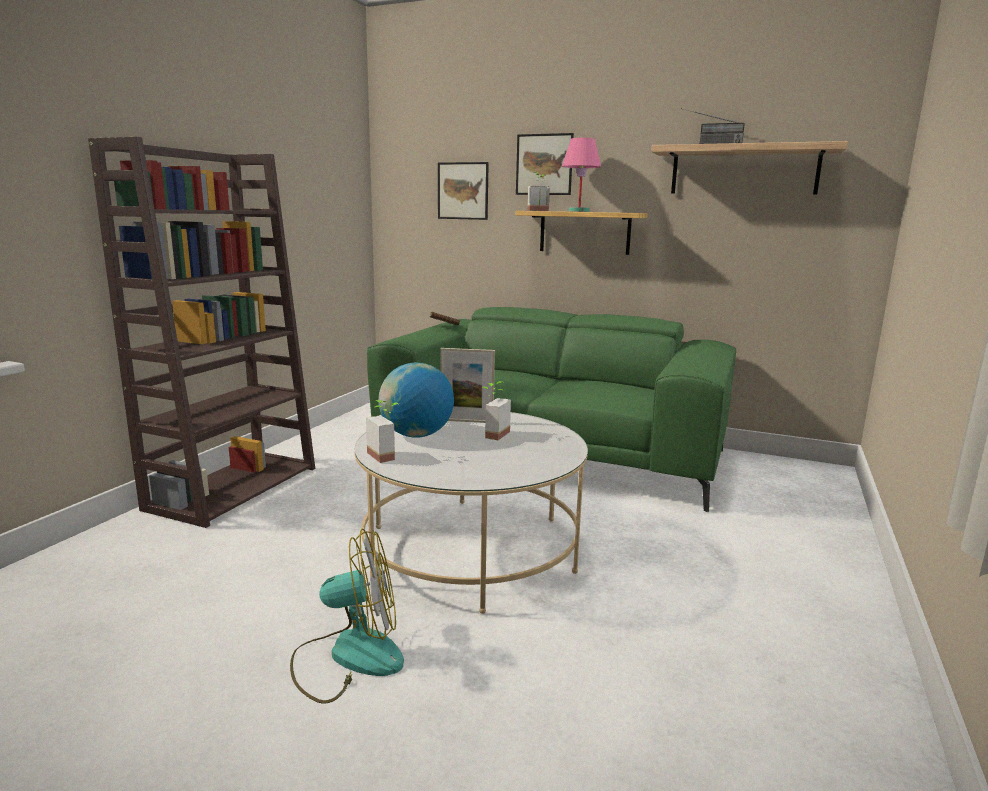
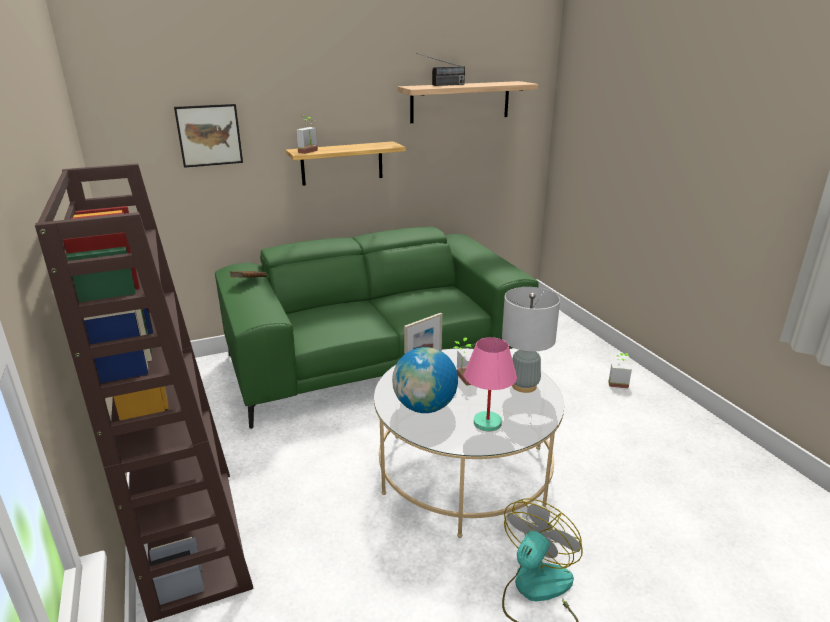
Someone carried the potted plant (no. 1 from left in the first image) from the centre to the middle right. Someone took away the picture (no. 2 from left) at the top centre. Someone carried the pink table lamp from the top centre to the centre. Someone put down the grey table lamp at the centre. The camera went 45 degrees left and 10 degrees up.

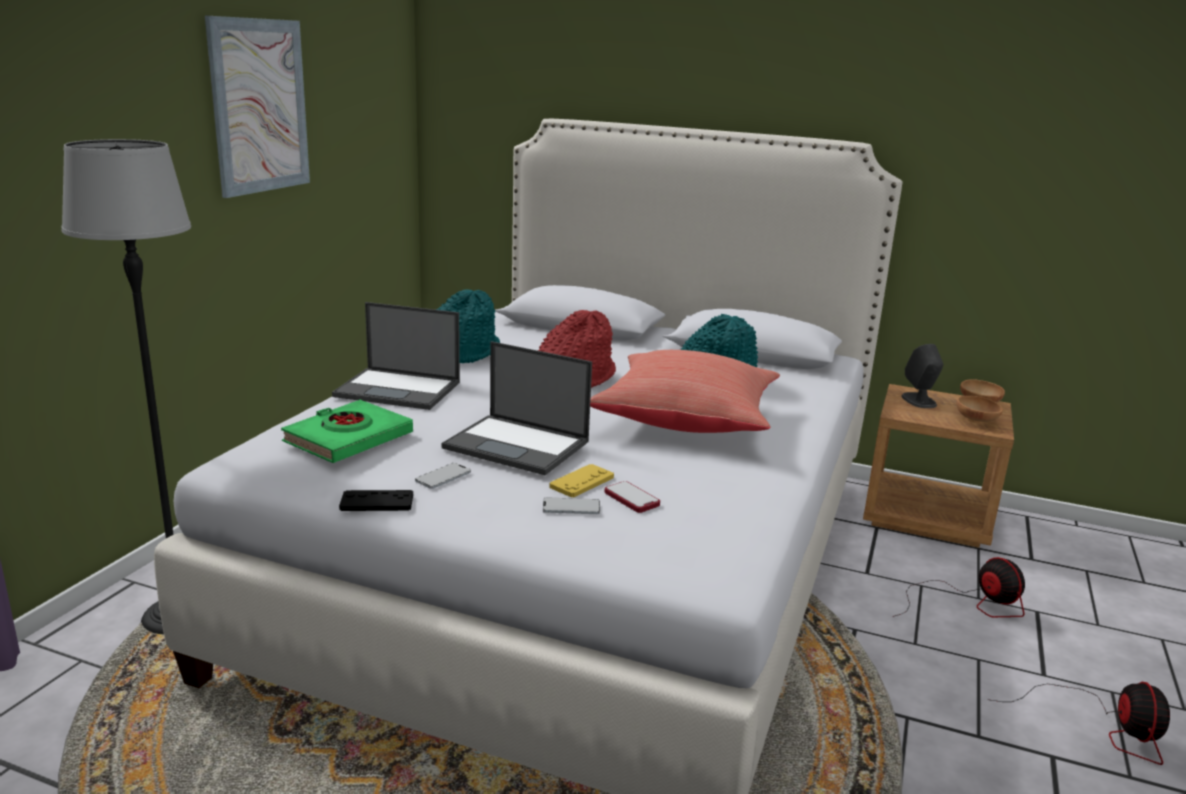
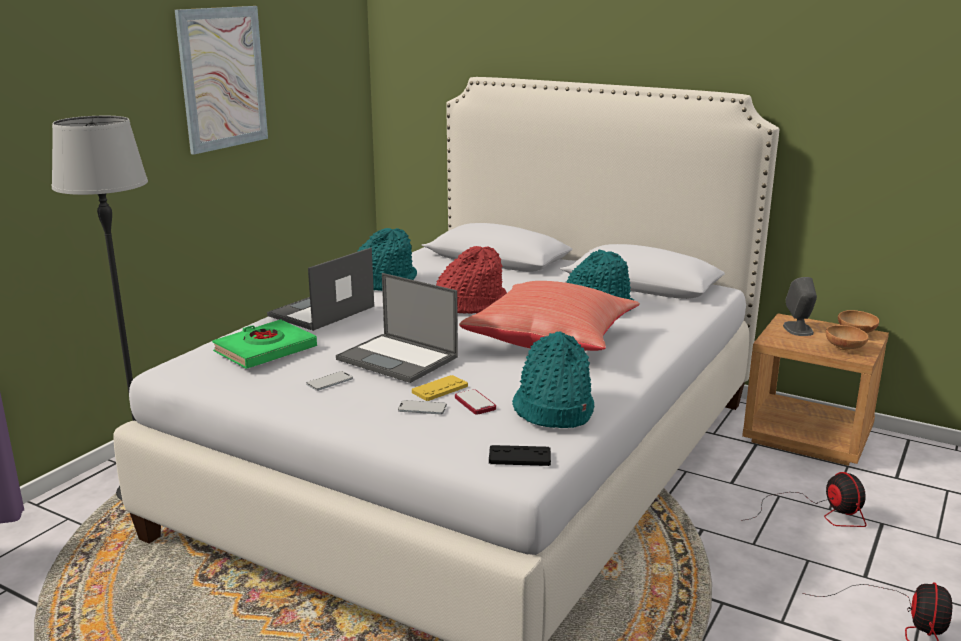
Someone rotated the laptop (no. 1 from left) at the centre by 105 degrees clockwise. Someone carried the black game controller from the middle left to the bottom centre. Someone put down the turquoise hat (no. 2 from left) at the centre. The camera went 10 degrees right and 0 degrees up.

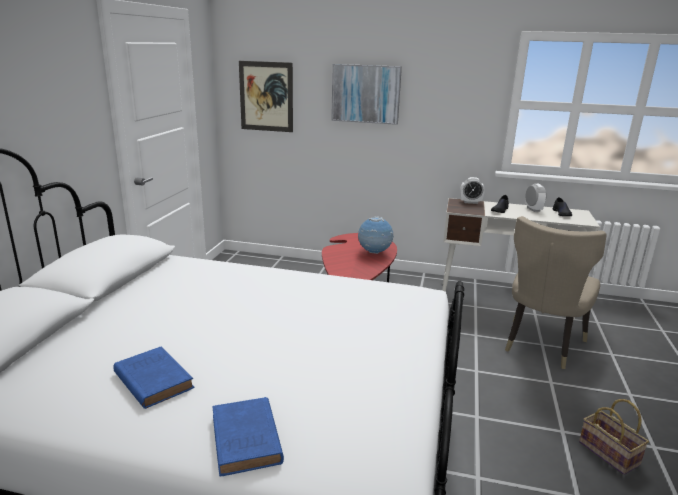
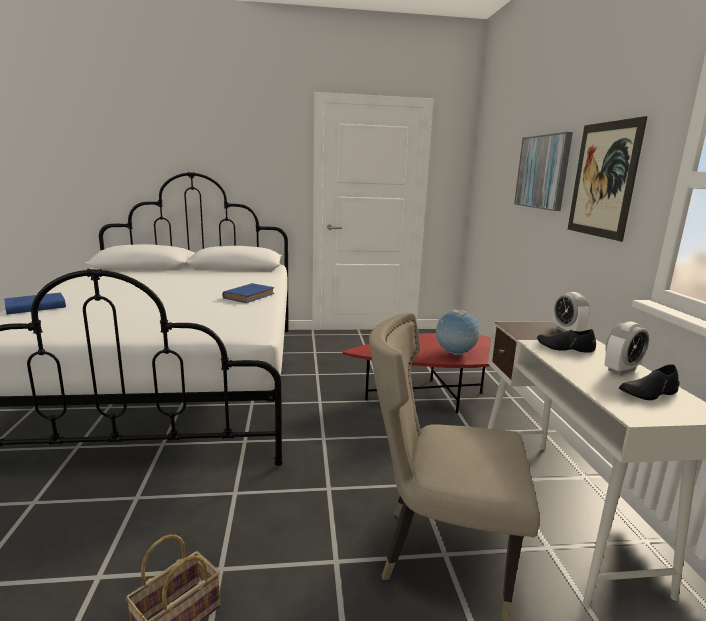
Someone carried the blue book (no. 1 from left in the first image) from the bottom left to the centre. Someone carried the picture (no. 1 from left in the first image) from the top centre to the top right. The camera went 70 degrees right and 5 degrees down.

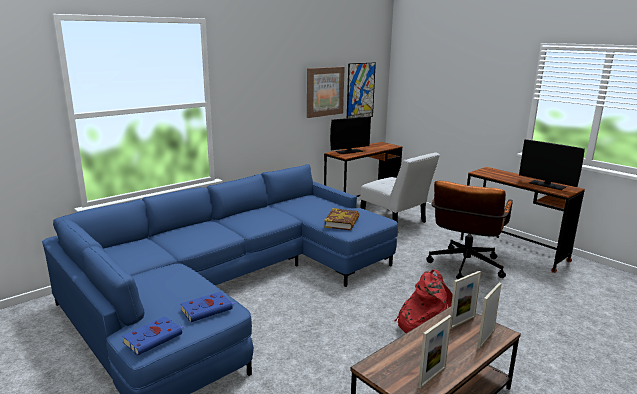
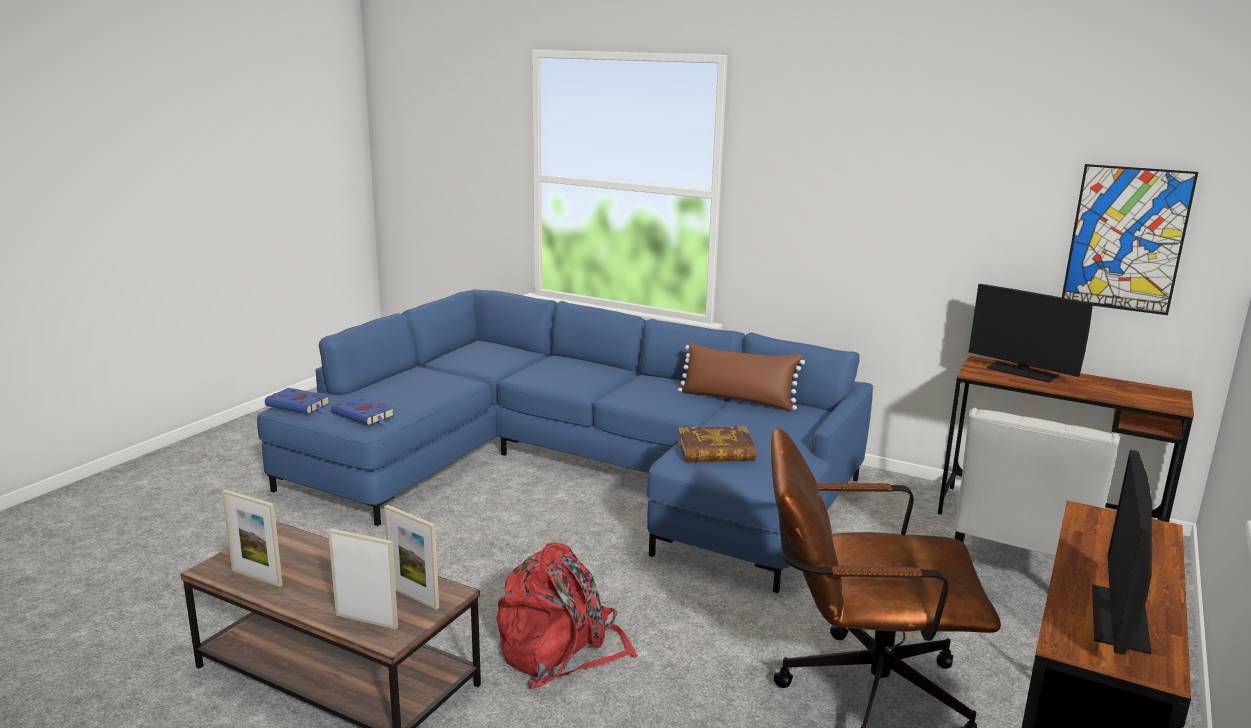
Someone took away the picture (no. 1 from left) at the top centre. Someone put down the brown pillow at the centre. The camera went 70 degrees right and 0 degrees up.

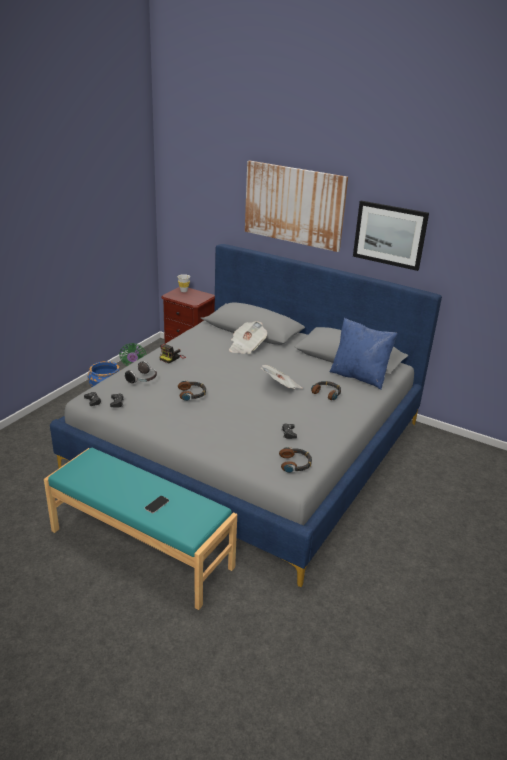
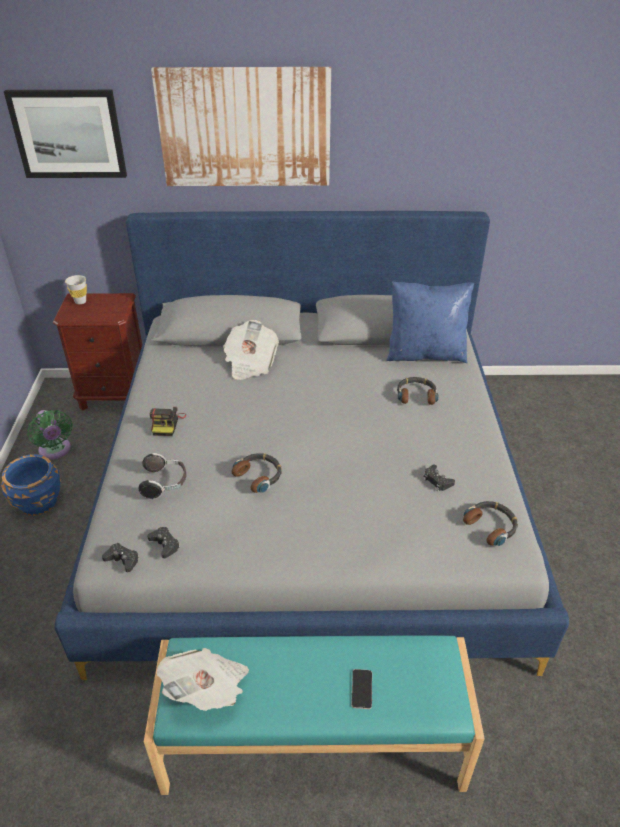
Someone carried the newspaper (no. 2 from left in the first image) from the centre to the bottom left. Someone carried the picture (no. 2 from left in the first image) from the top right to the top left. The camera went 30 degrees left and 10 degrees up.

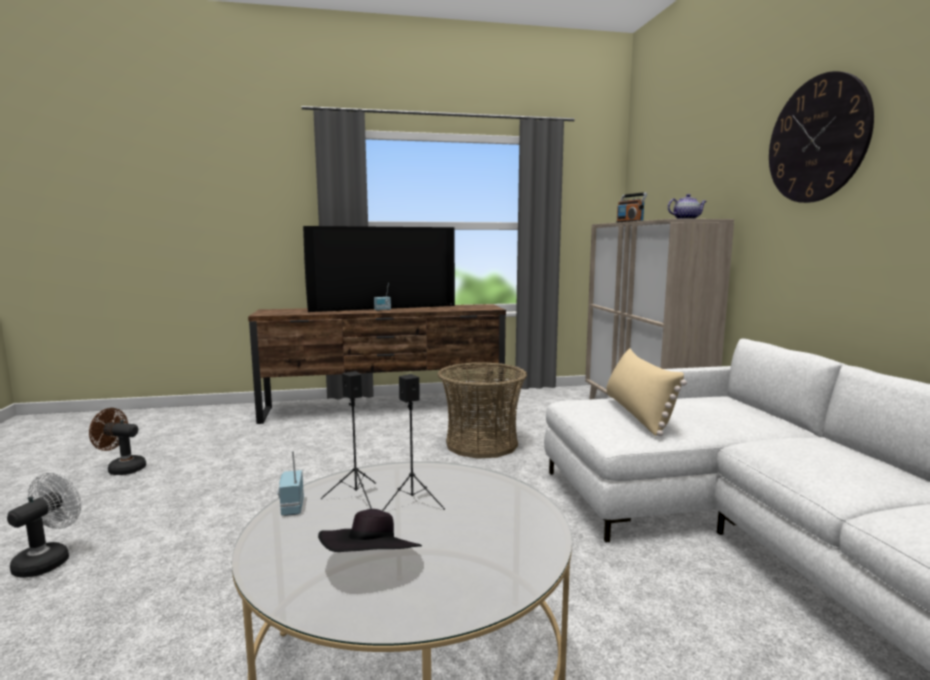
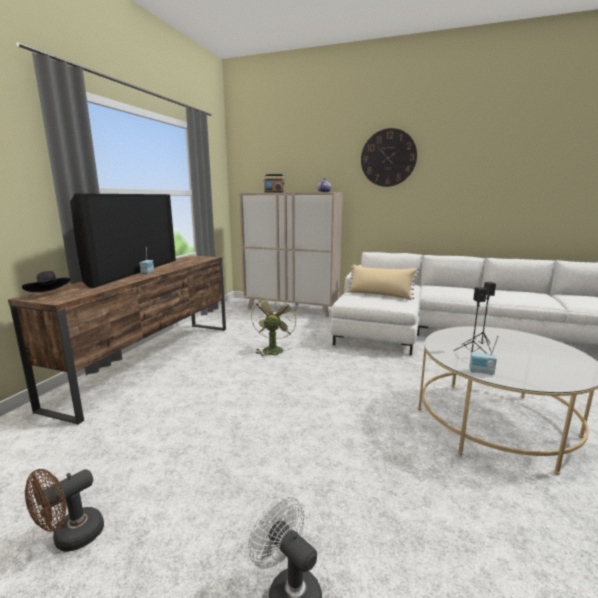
Someone carried the black hat from the bottom centre to the middle left. Someone swapped the basket at the centre for the green fan at the centre. The camera went 60 degrees left and 5 degrees up.

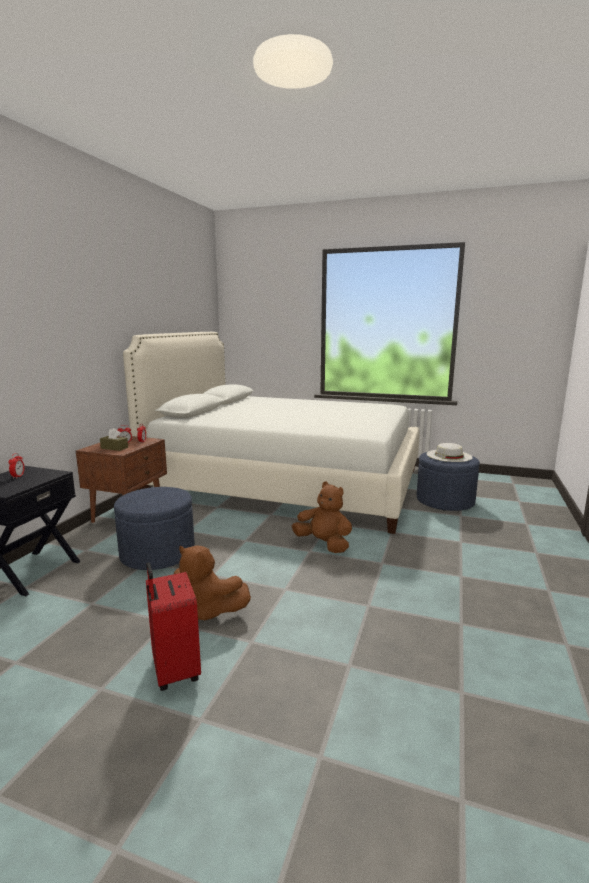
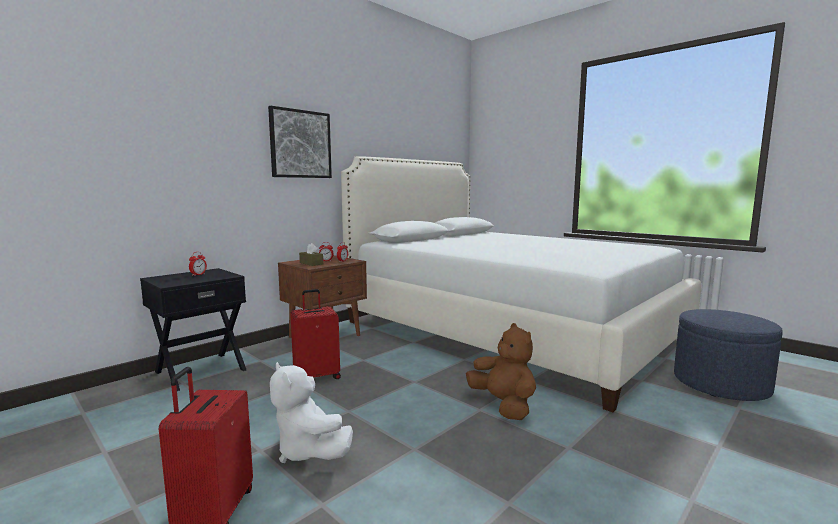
Someone swapped the blue ottoman (no. 1 from left) at the middle left for the red suitcase (no. 2 from left) at the centre. Someone repainted the brown plush toy (no. 1 from left) at the centre, which became the white plush toy at the bottom centre. Someone took away the white hat at the middle right. Someone put up the picture at the top centre. The camera went 25 degrees right and 5 degrees down.

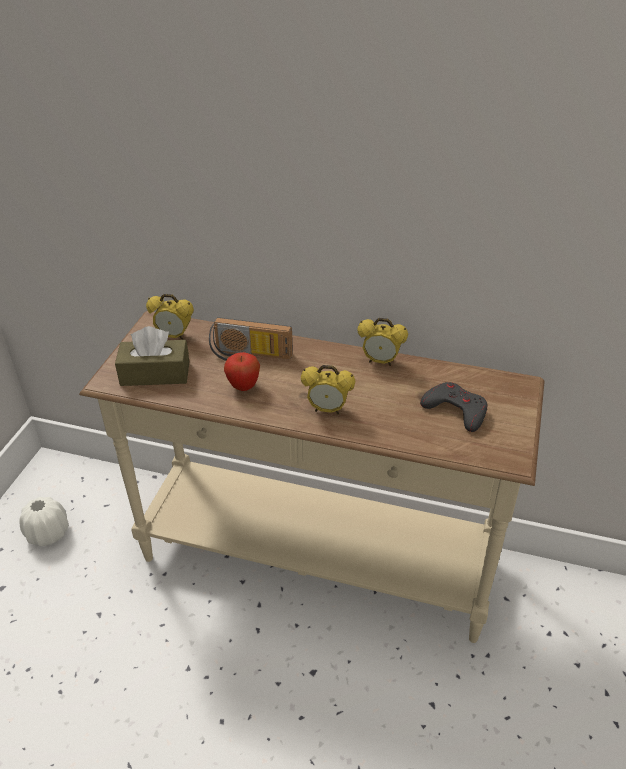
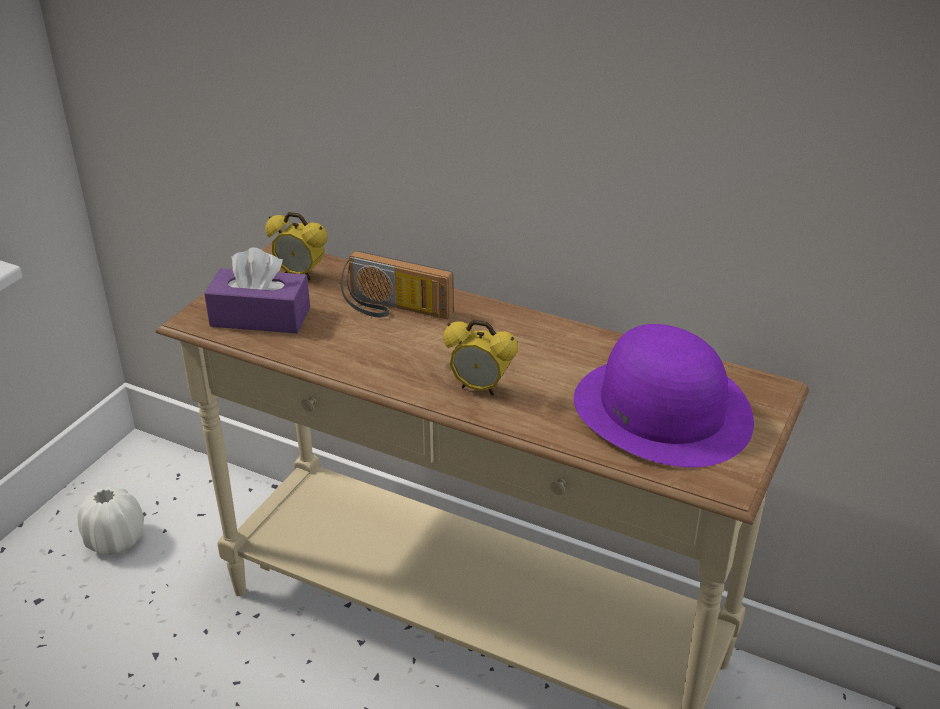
Someone repainted the brown tissue box at the middle left, which became the purple tissue box at the middle left. Someone took away the apple at the centre. Someone took away the alarm clock (no. 3 from left) at the centre. Someone swapped the grey game controller at the middle right for the purple hat at the middle right. The camera went 10 degrees right and 5 degrees down.

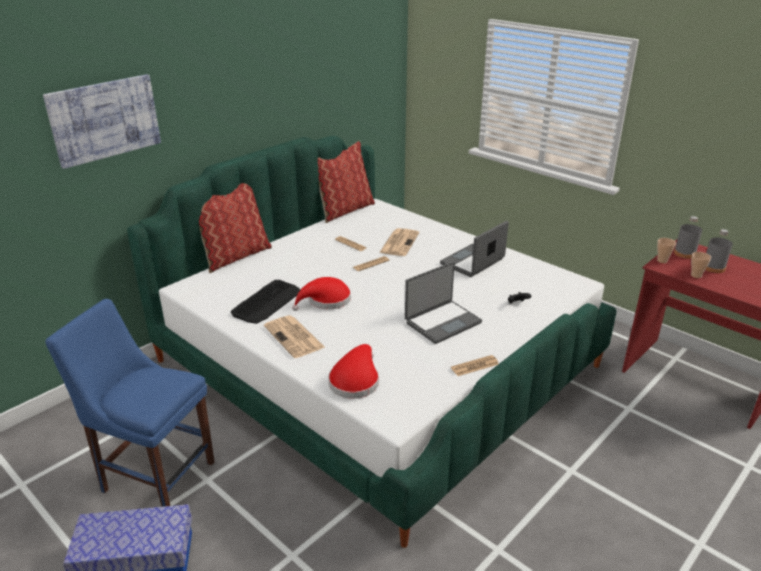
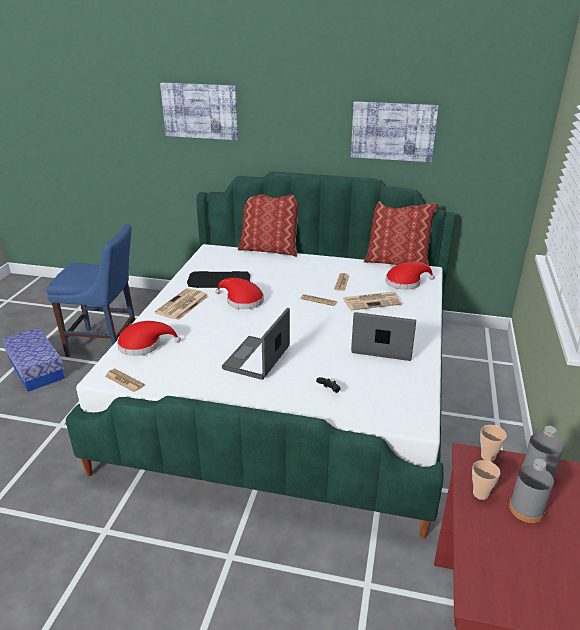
Someone rotated the blue chair at the bottom left by 105 degrees clockwise. Someone rotated the laptop (no. 1 from left) at the centre by 90 degrees clockwise. Someone carried the newspaper (no. 5 from left in the first image) from the centre to the middle left. Someone put up the picture (no. 2 from left) at the top right. Someone put down the red hat (no. 3 from left) at the middle right. The camera went 60 degrees right and 0 degrees up.

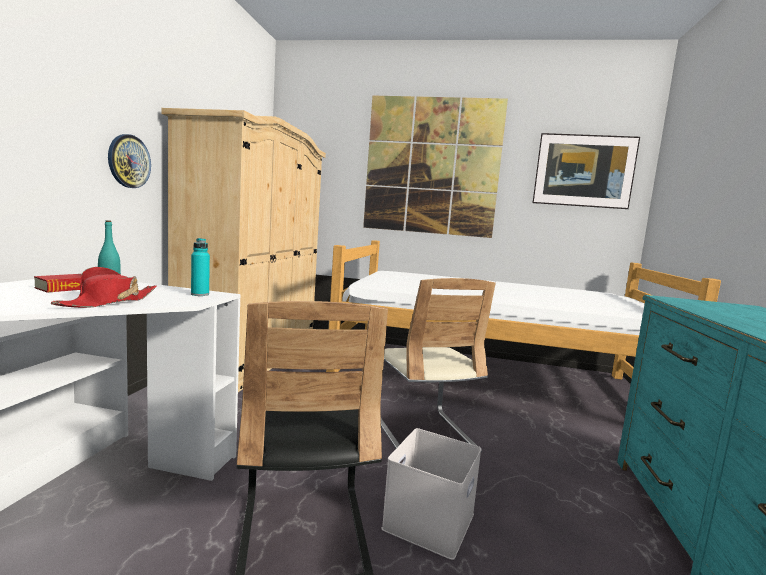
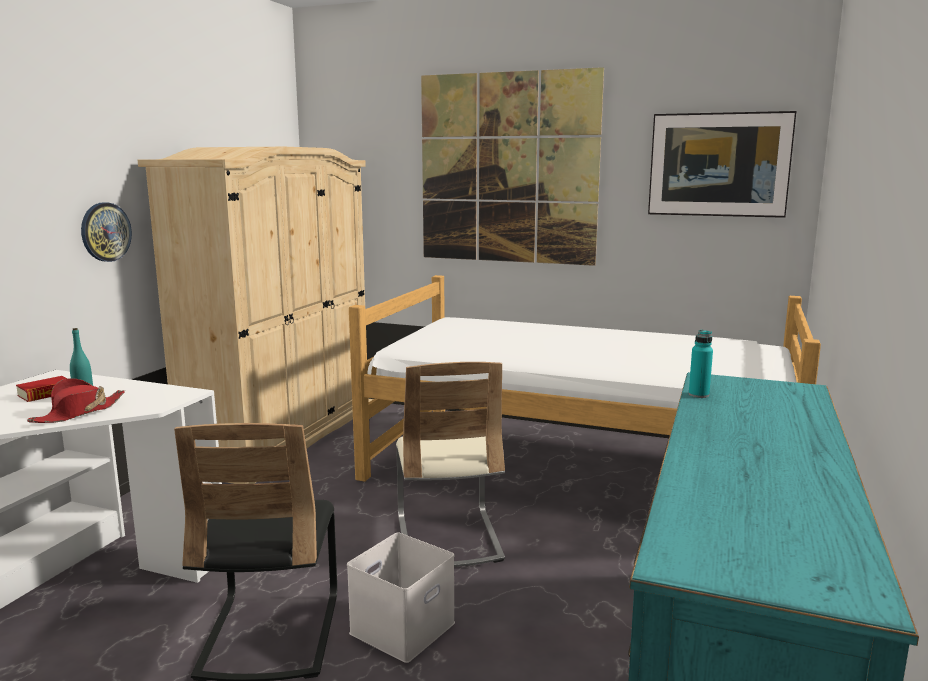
Someone carried the turquoise bottle (no. 2 from left) from the middle left to the middle right. The camera went 10 degrees right and 5 degrees up.

